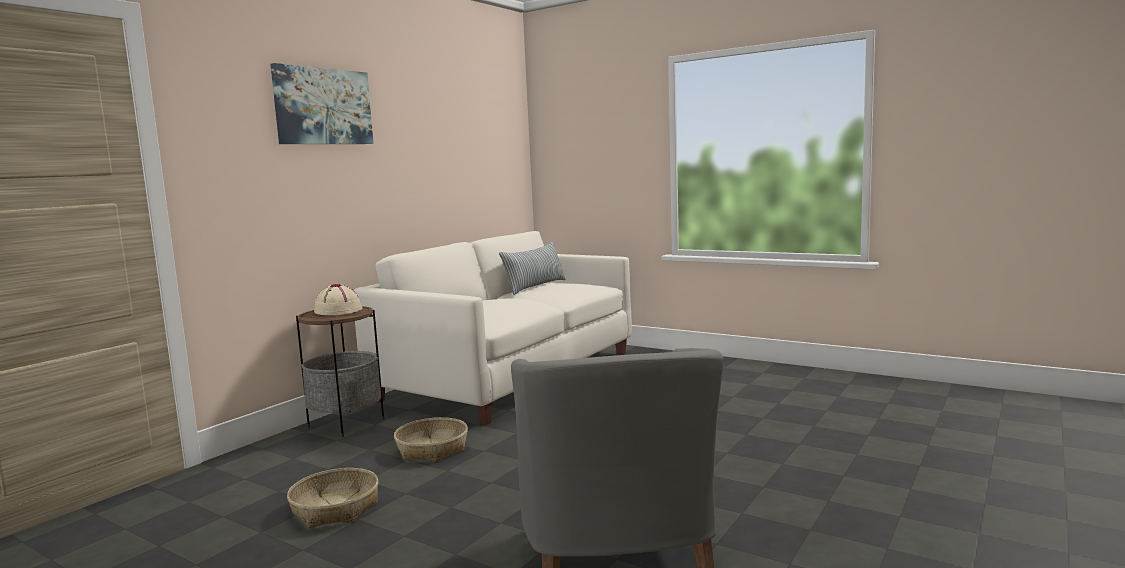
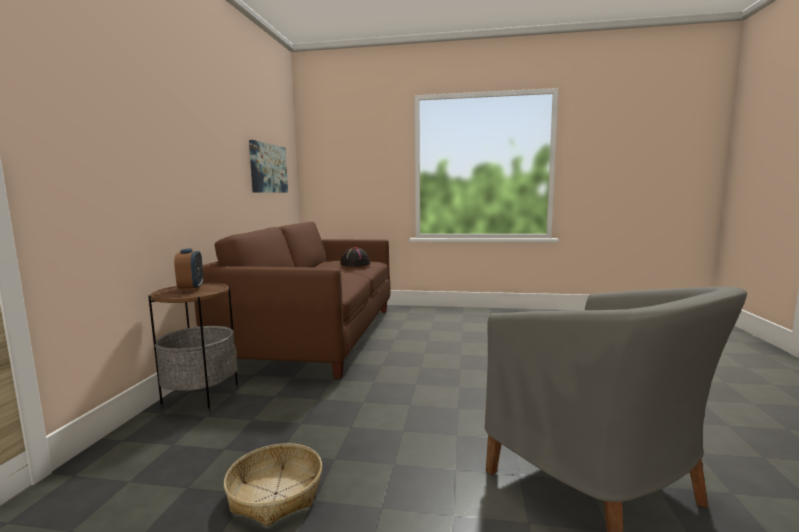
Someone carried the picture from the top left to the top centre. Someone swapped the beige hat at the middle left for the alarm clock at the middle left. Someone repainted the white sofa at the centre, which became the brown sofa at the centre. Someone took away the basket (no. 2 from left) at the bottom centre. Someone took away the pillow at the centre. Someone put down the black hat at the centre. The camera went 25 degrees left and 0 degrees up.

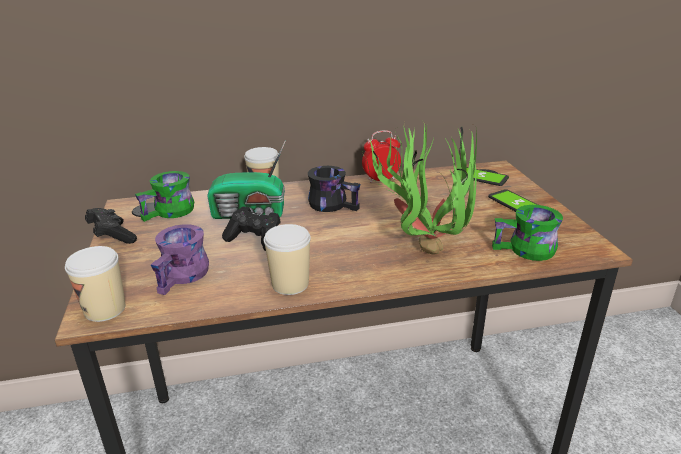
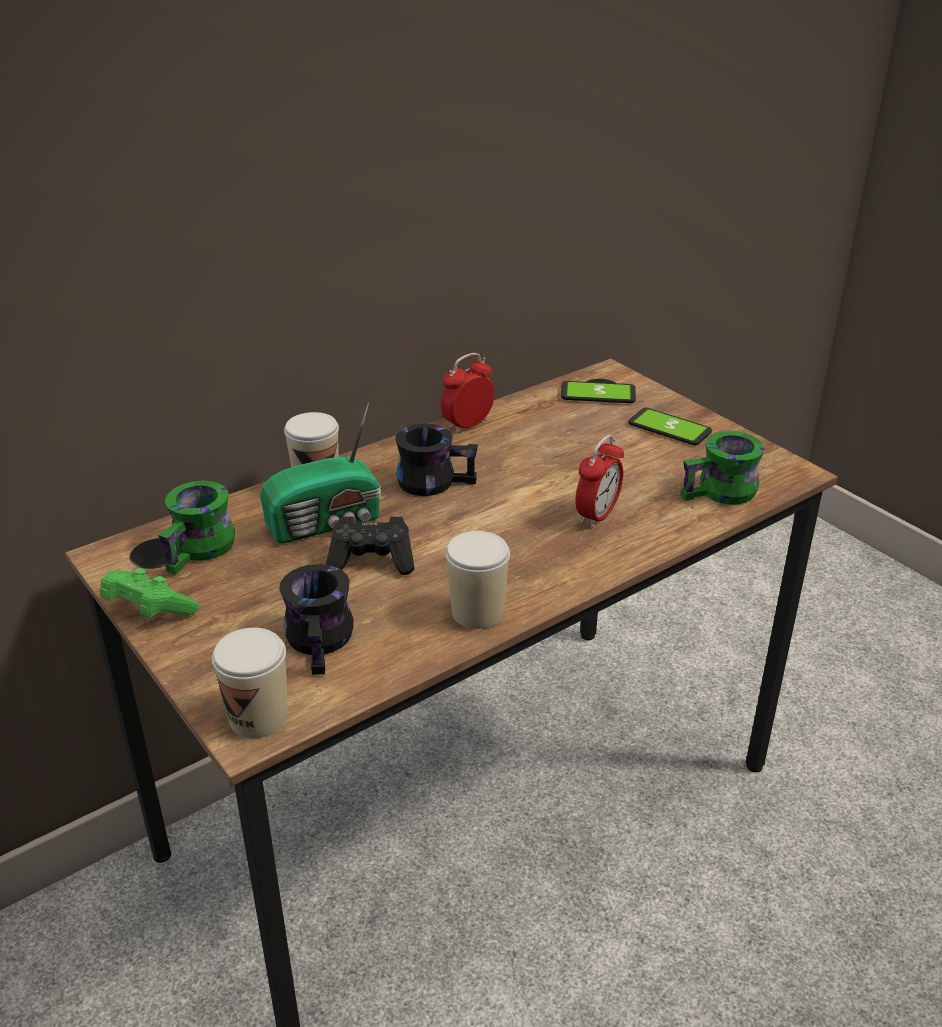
Someone repainted the black game controller (no. 1 from left) at the middle left, which became the green game controller at the middle left. Someone repainted the purple mug at the middle left, which became the black mug (no. 1 from left) at the centre. Someone swapped the potted plant at the centre for the alarm clock (no. 2 from left) at the centre. The camera went 25 degrees left and 5 degrees up.

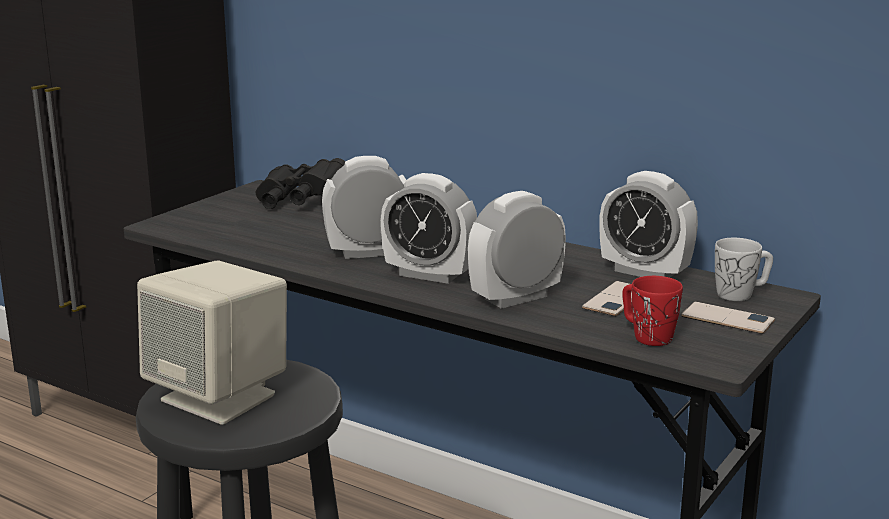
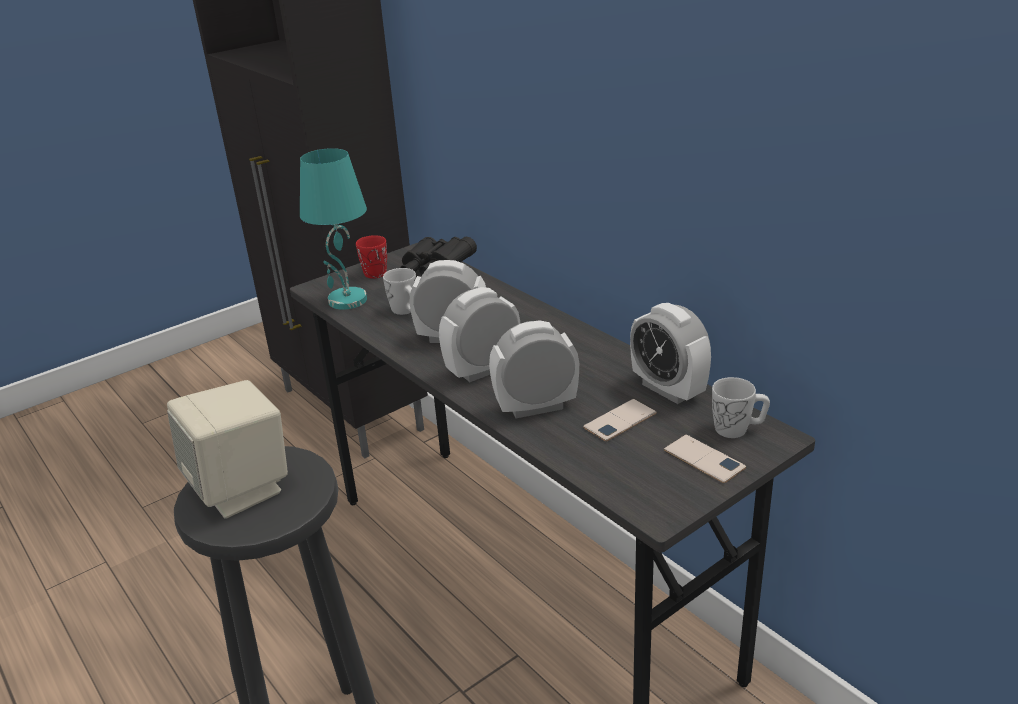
Someone rotated the alarm clock (no. 2 from left) at the centre by 105 degrees clockwise. Someone carried the red mug from the middle right to the centre. Someone put down the turquoise table lamp at the top left. Someone put down the white mug (no. 1 from left) at the centre. The camera went 20 degrees right and 10 degrees up.

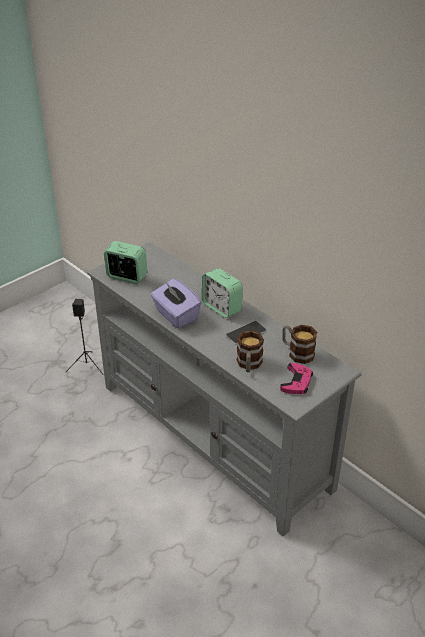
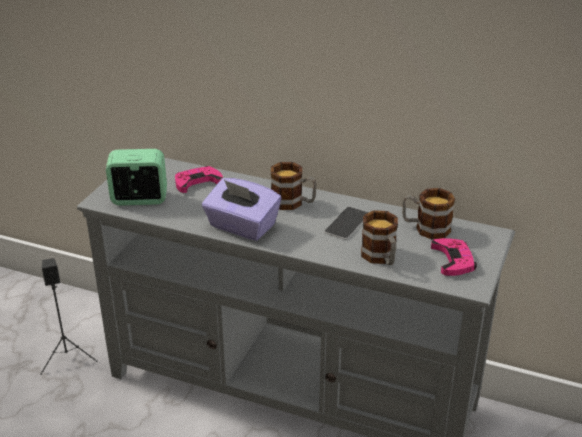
Someone swapped the alarm clock (no. 2 from left) at the centre for the mug (no. 1 from left) at the centre. Someone put down the pink game controller (no. 1 from left) at the centre. The camera went 25 degrees left and 5 degrees down.

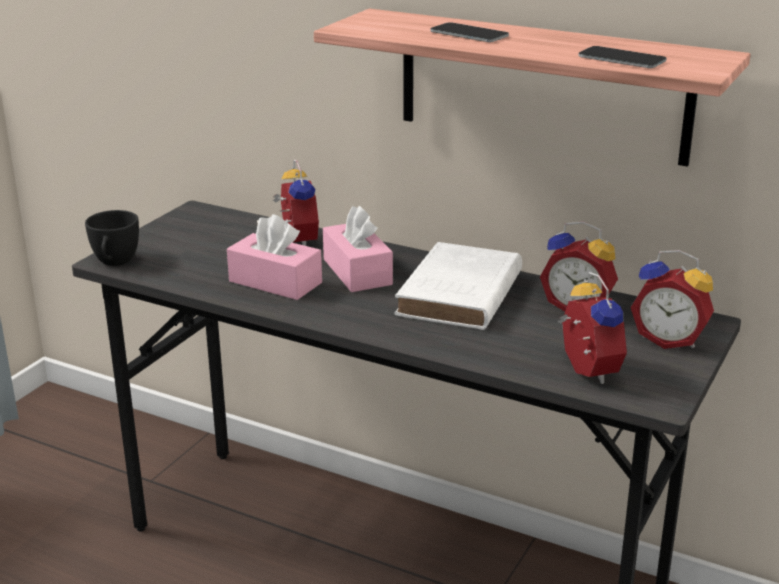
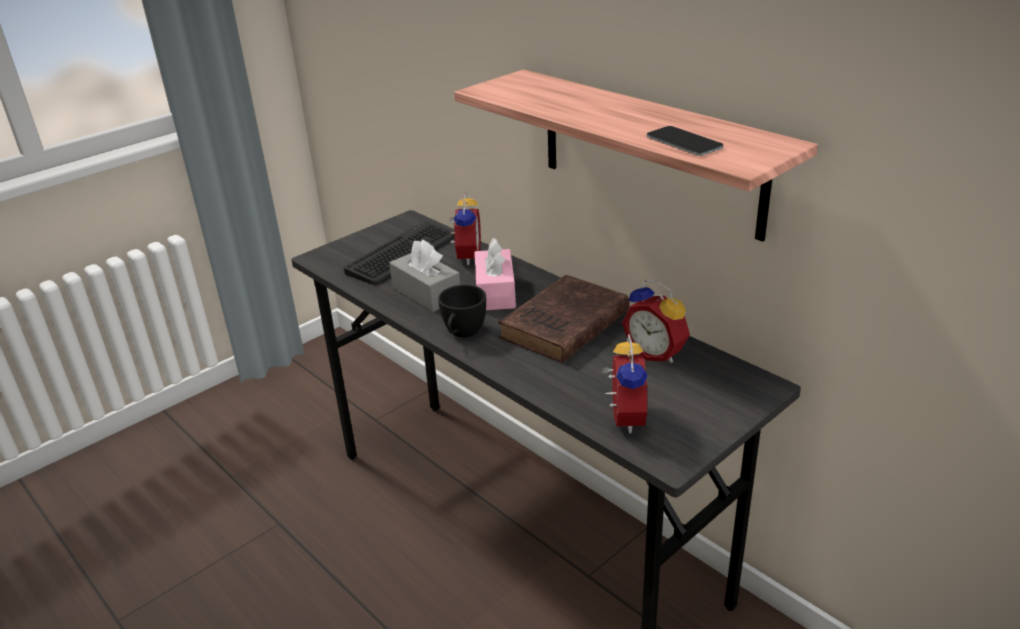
Someone carried the black cup from the middle left to the centre. Someone repainted the pink tissue box (no. 1 from left) at the centre, which became the grey tissue box at the centre. Someone repainted the white book at the centre, which became the brown book at the centre. Someone took away the phone (no. 1 from left) at the top centre. Someone took away the alarm clock (no. 4 from left) at the middle right. Someone put down the keyboard at the centre. The camera went 20 degrees right and 5 degrees up.

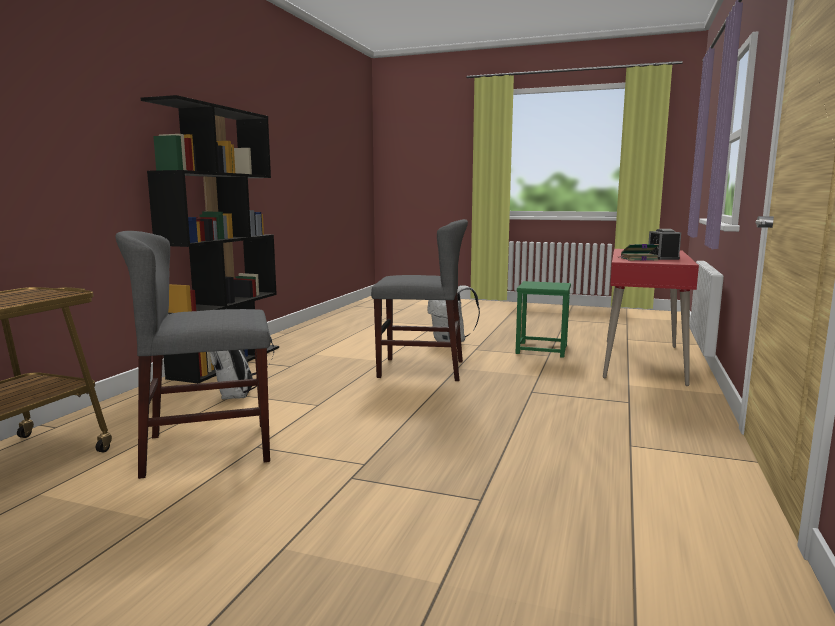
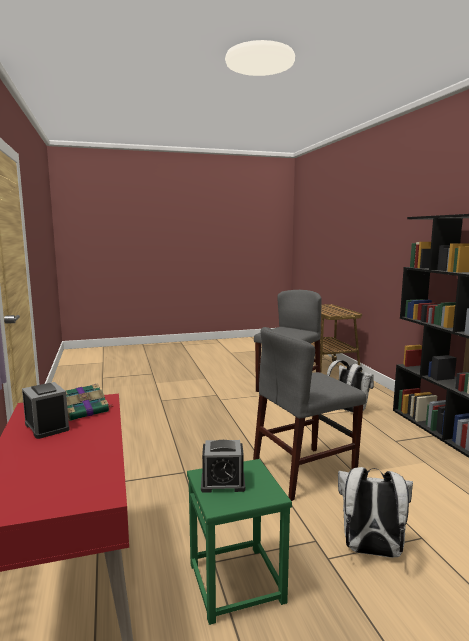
Someone put down the alarm clock (no. 2 from left) at the bottom centre. The camera went 145 degrees right and 0 degrees up.

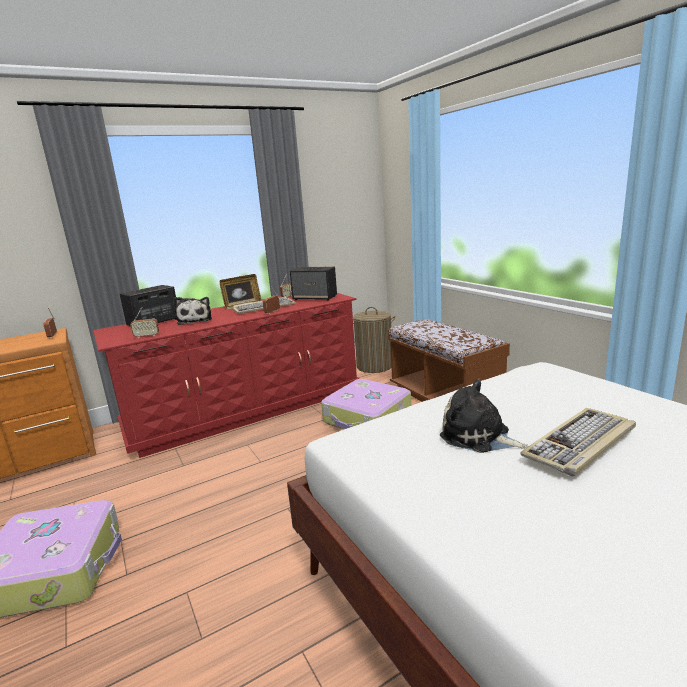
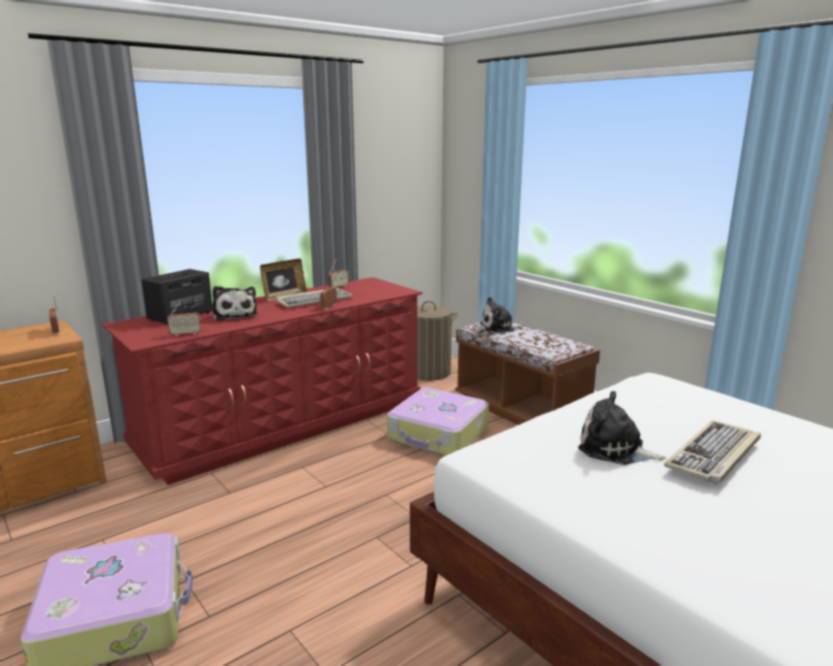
Someone took away the speaker (no. 2 from left) at the centre. Someone put down the plush toy (no. 2 from left) at the centre. The camera went 10 degrees left and 0 degrees up.

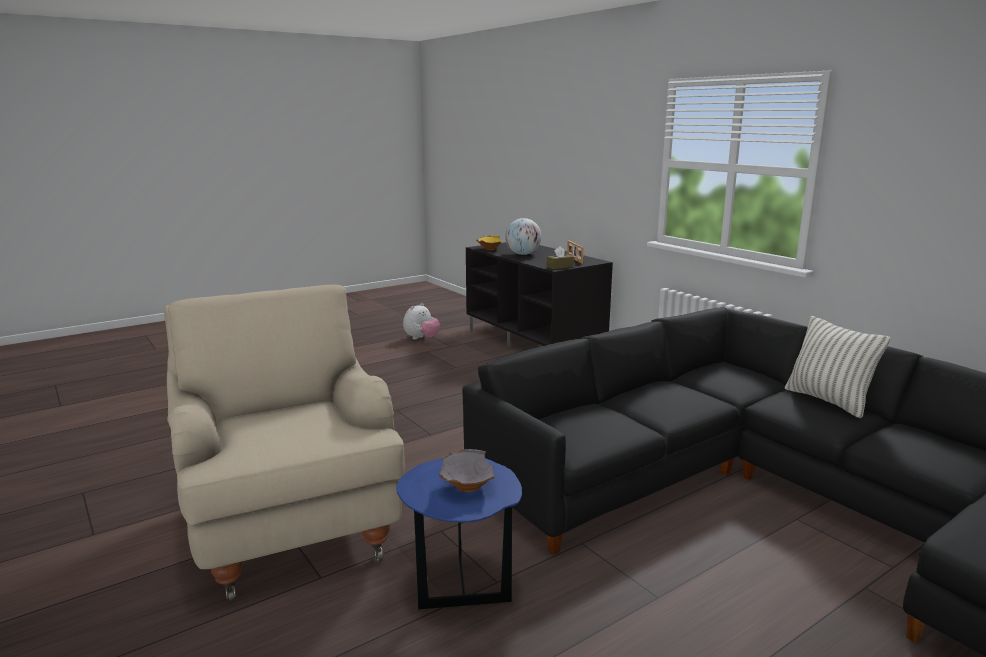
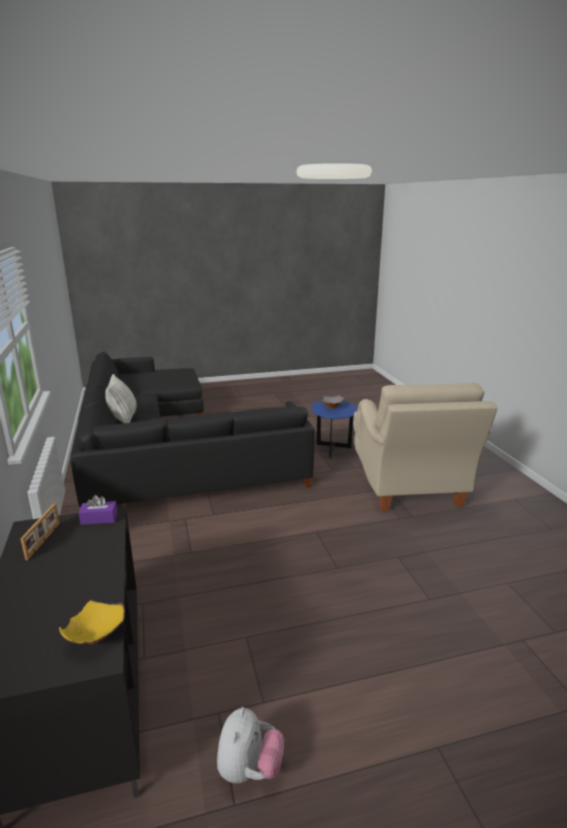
Someone rotated the plush toy at the centre by 135 degrees clockwise. Someone took away the globe at the centre. Someone repainted the brown tissue box at the centre, which became the purple tissue box at the middle left. The camera went 160 degrees left and 5 degrees up.

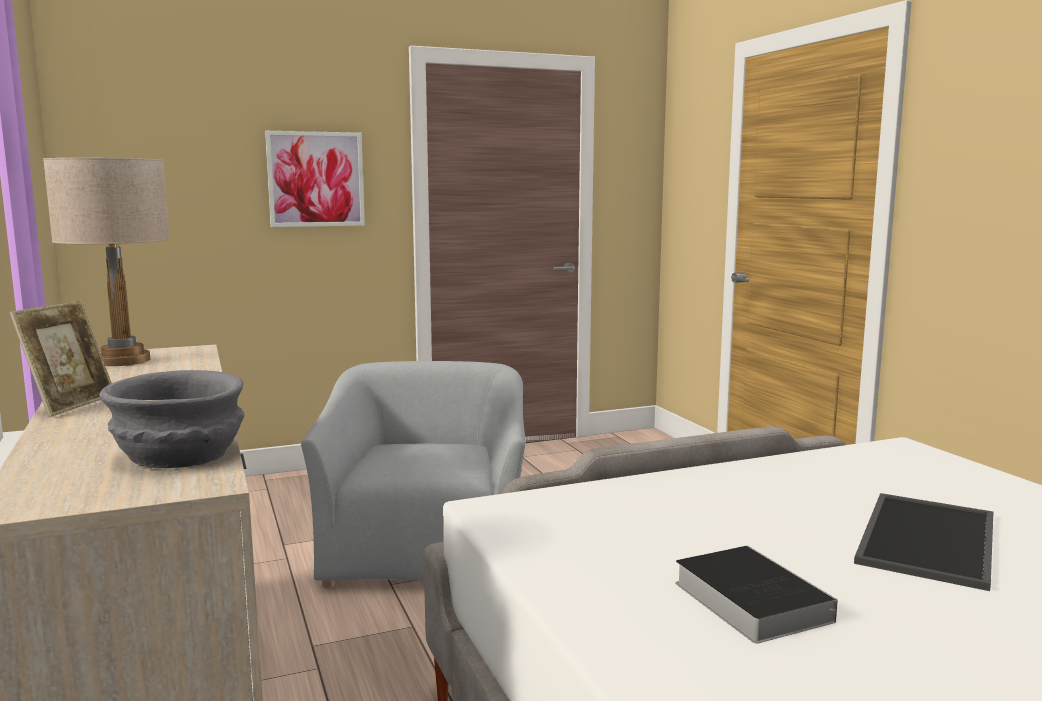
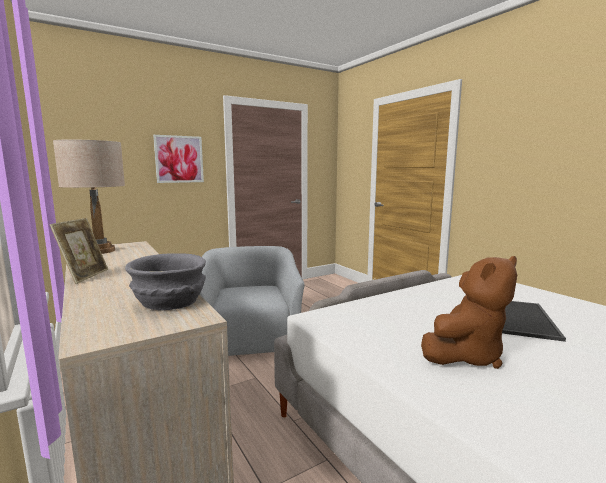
Someone swapped the book at the bottom right for the brown plush toy at the middle right. The camera went 10 degrees left and 0 degrees up.

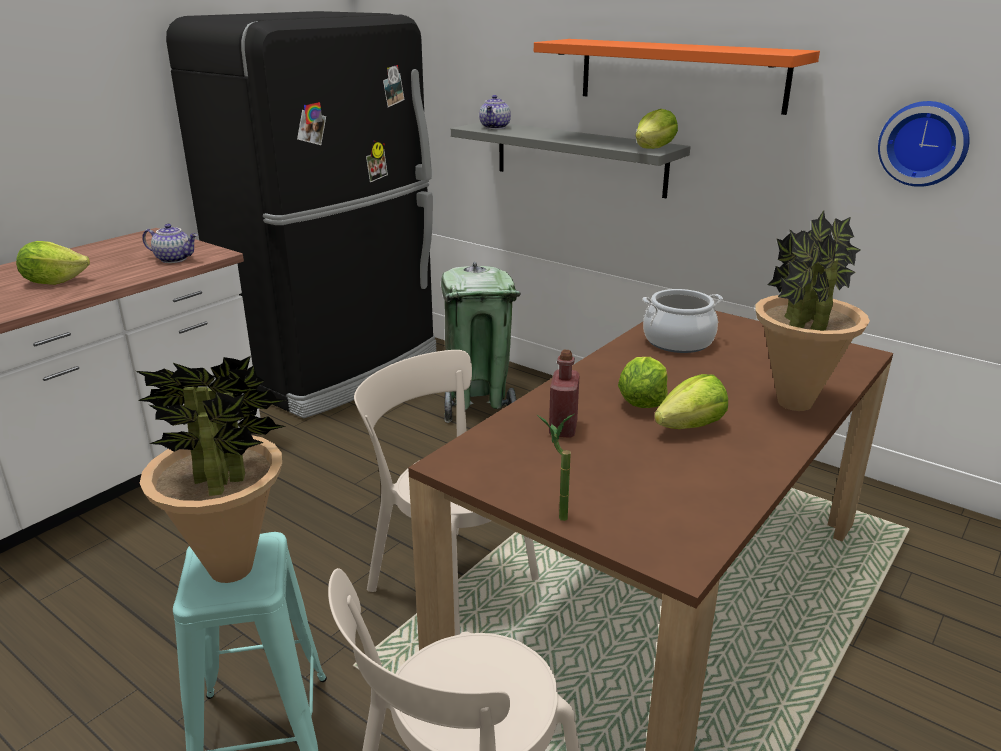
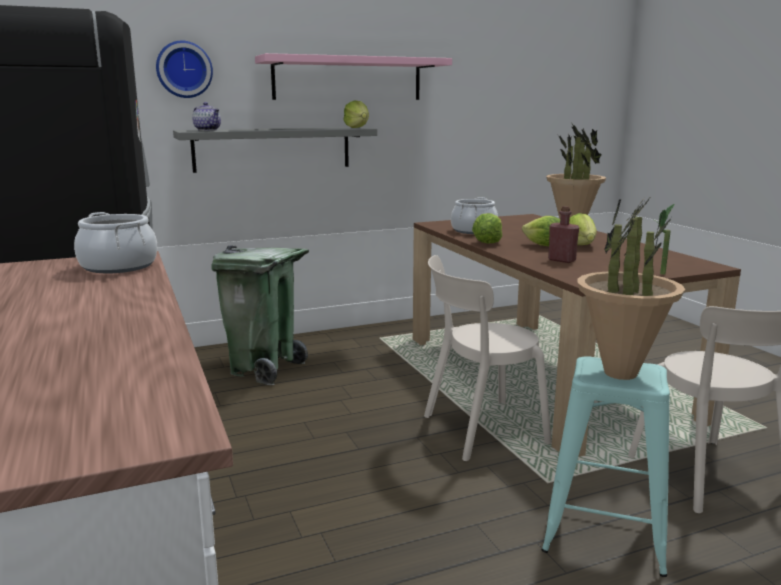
Someone carried the lettuce (no. 1 from left in the first image) from the middle left to the centre. Someone swapped the teapot (no. 1 from left) at the top left for the cooking pot (no. 1 from left) at the middle left. Someone repainted the orange shelf at the top right, which became the pink shelf at the top centre. Someone carried the wall clock from the top right to the top left. The camera went 60 degrees left and 10 degrees down.

